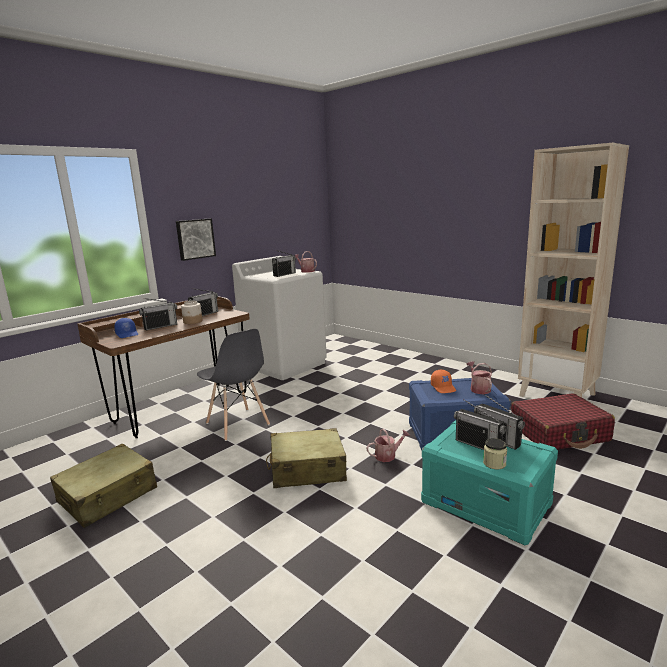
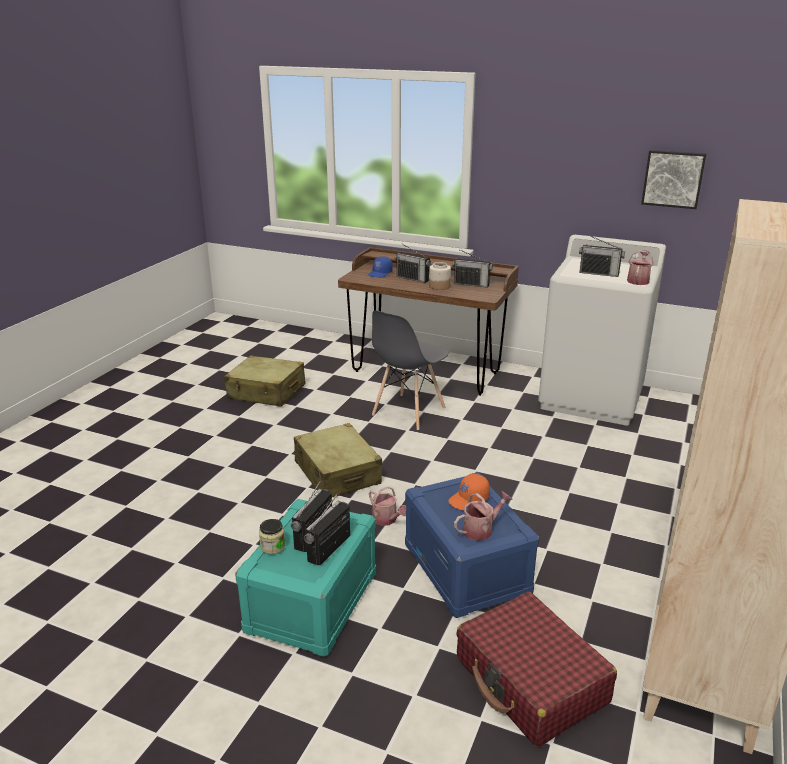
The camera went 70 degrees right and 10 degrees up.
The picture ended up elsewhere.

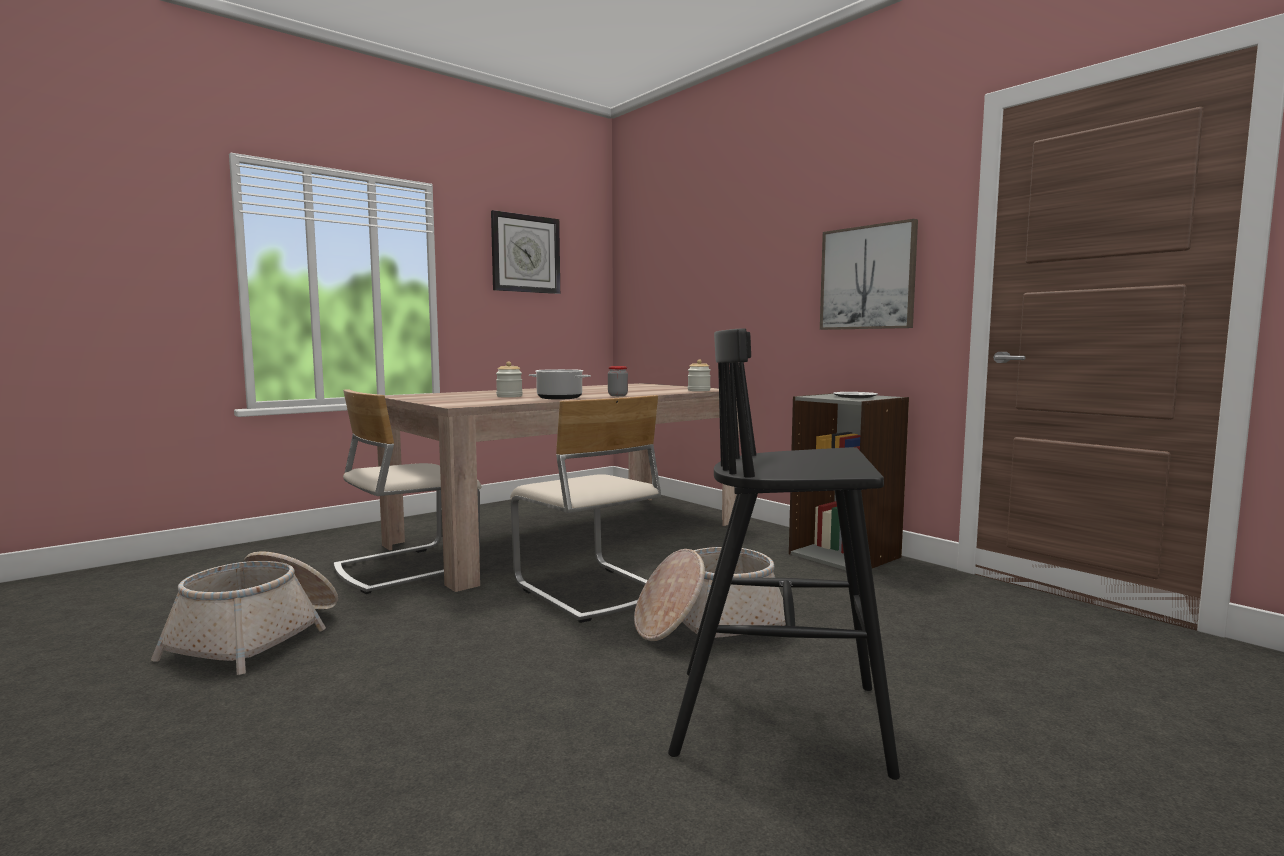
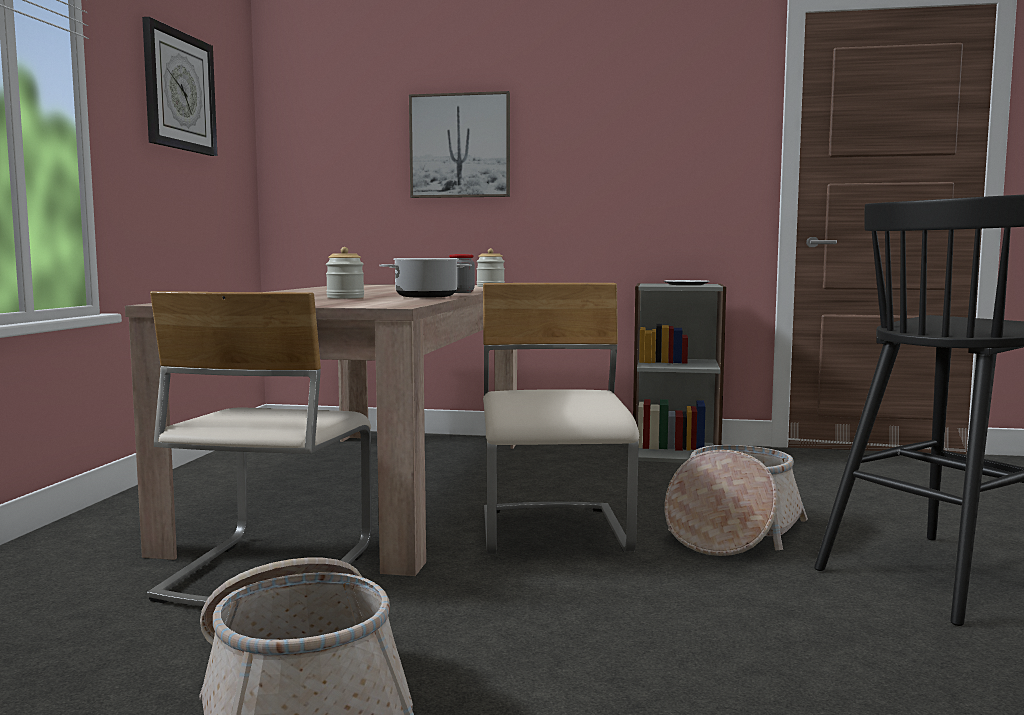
The camera went 40 degrees left and 0 degrees up.
The beige_chair (2nd from left) ended up facing another way, 105 degrees counterclockwise from before.
The picture ended up elsewhere.

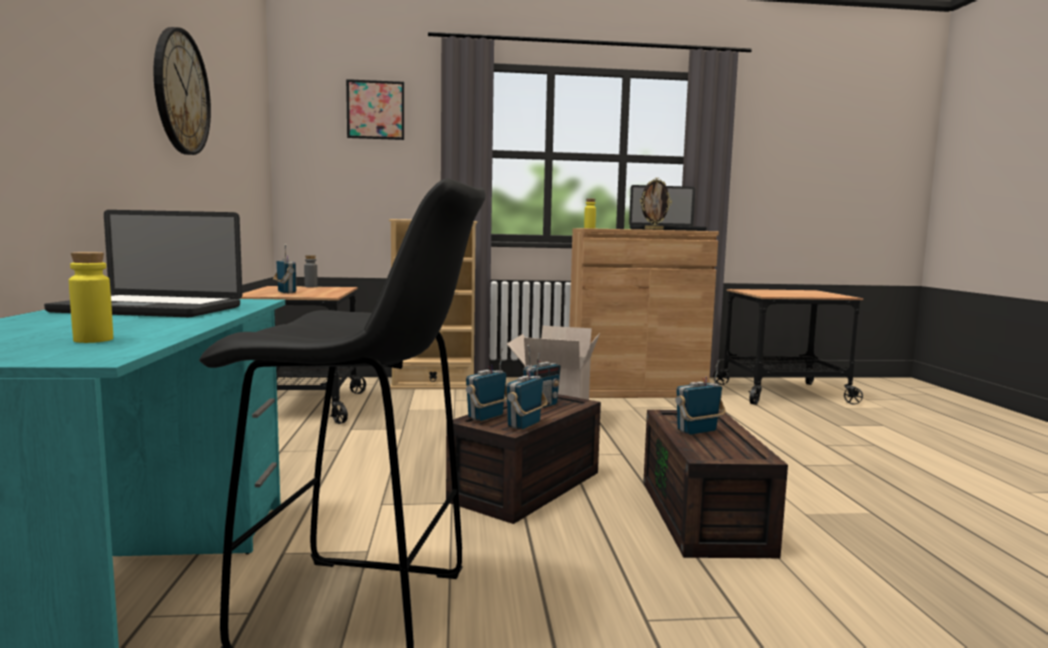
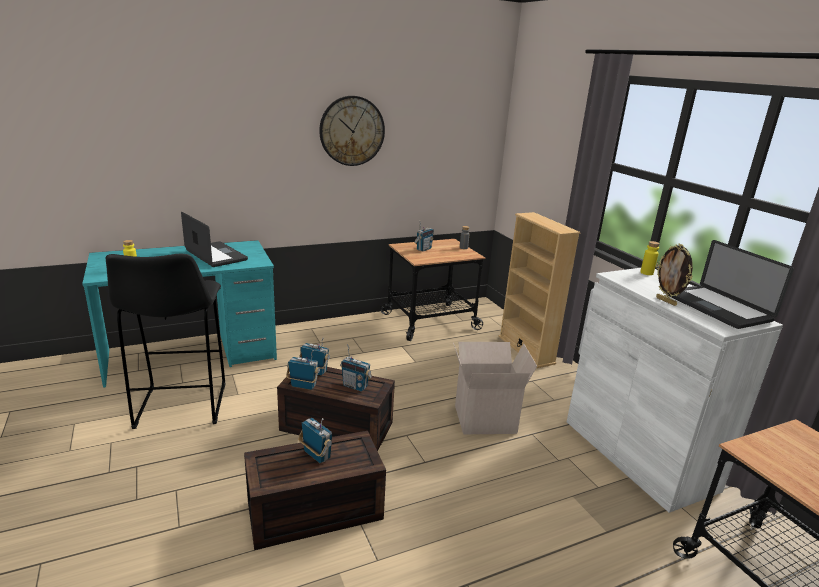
The camera went 70 degrees right and 15 degrees up.
The laptop (1st from left) ended up facing another way, 150 degrees clockwise from before.
The second view lost the picture.
What was the brown_storage_cabinet turned into the white-coloured_storage_cabinet.

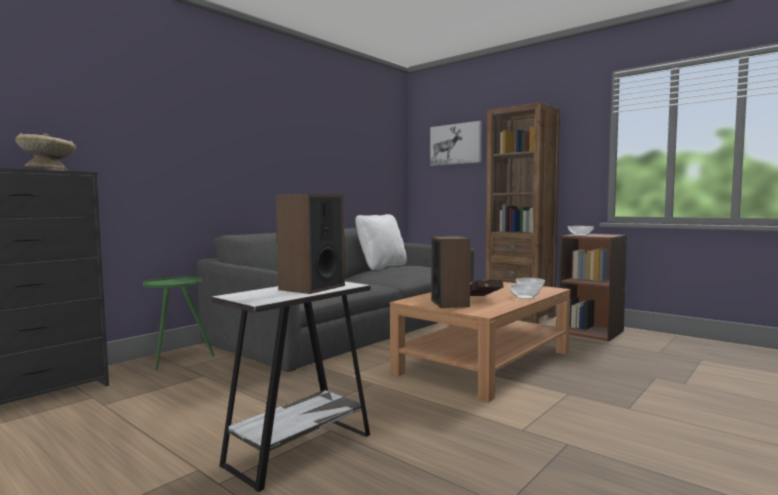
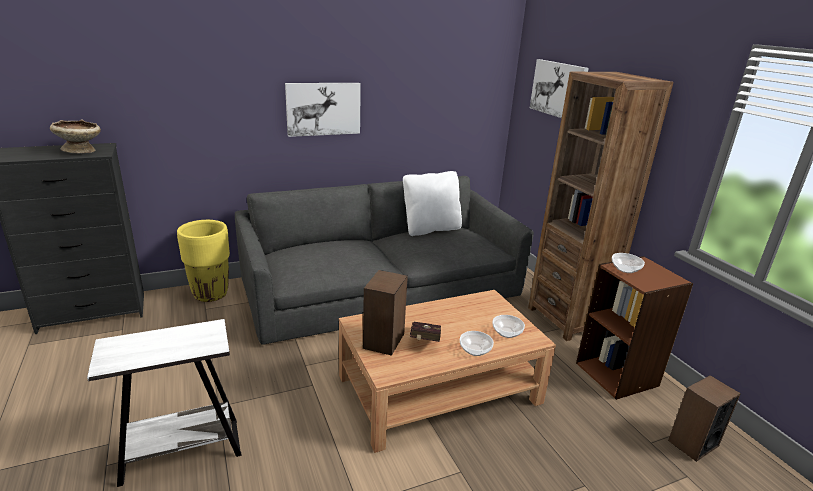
The camera went 25 degrees right and 20 degrees up.
Where the green_side_table stood, the yellowish_planter came to stand.
The audio_speaker (1st from left in the first image) ended up elsewhere.
The second view gained the picture (1st from left).

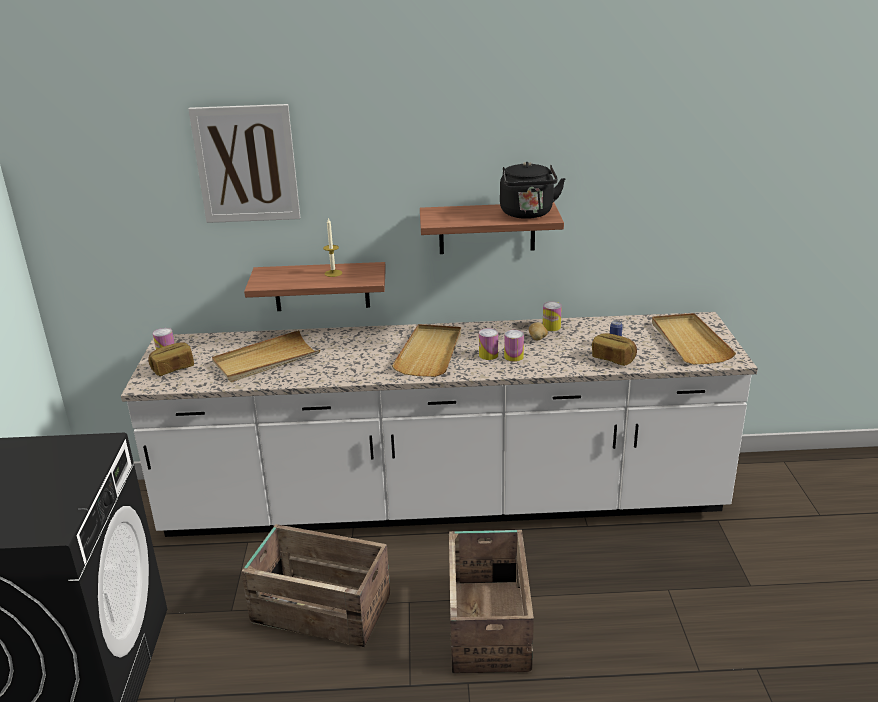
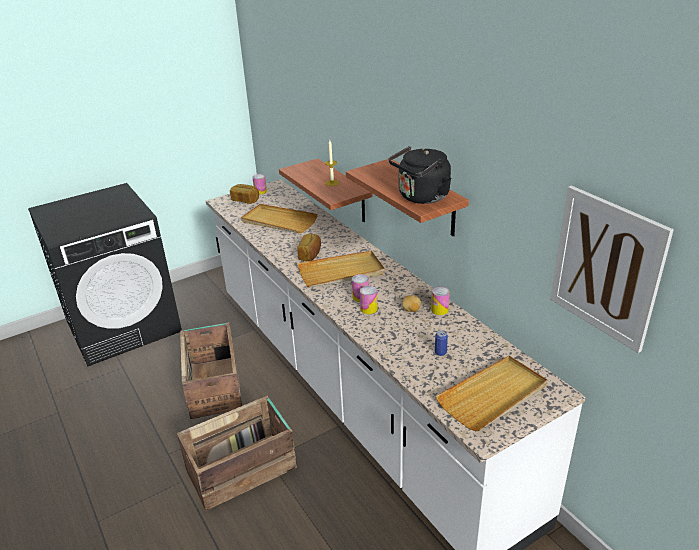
The camera went 60 degrees right and 5 degrees up.
The picture ended up elsewhere.
The baked_bread (2nd from left) ended up elsewhere.

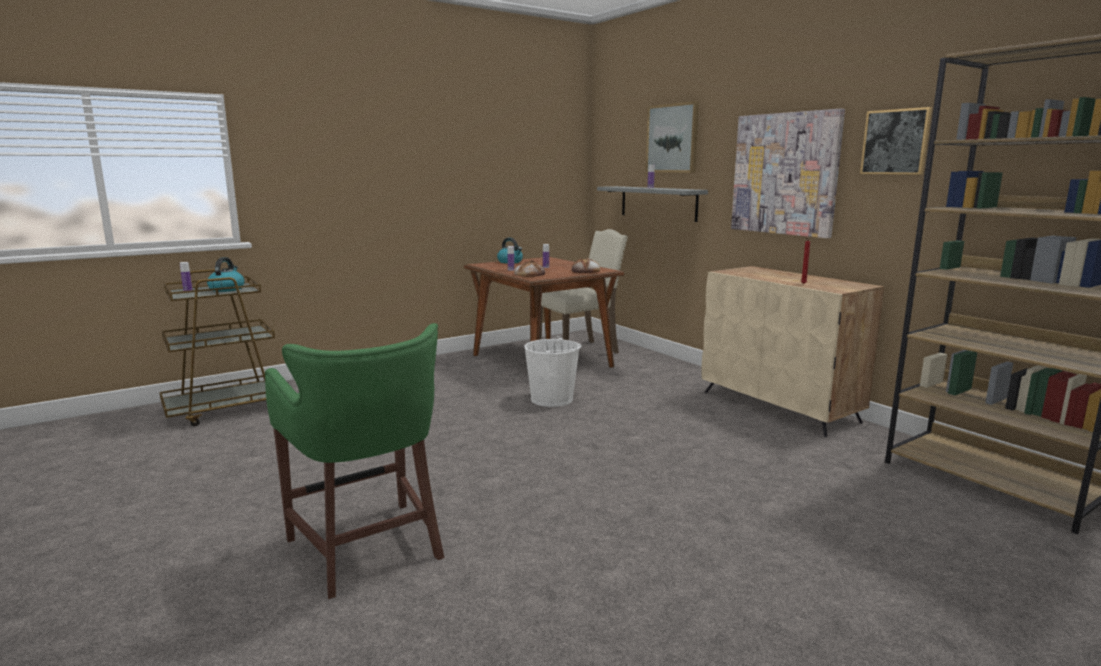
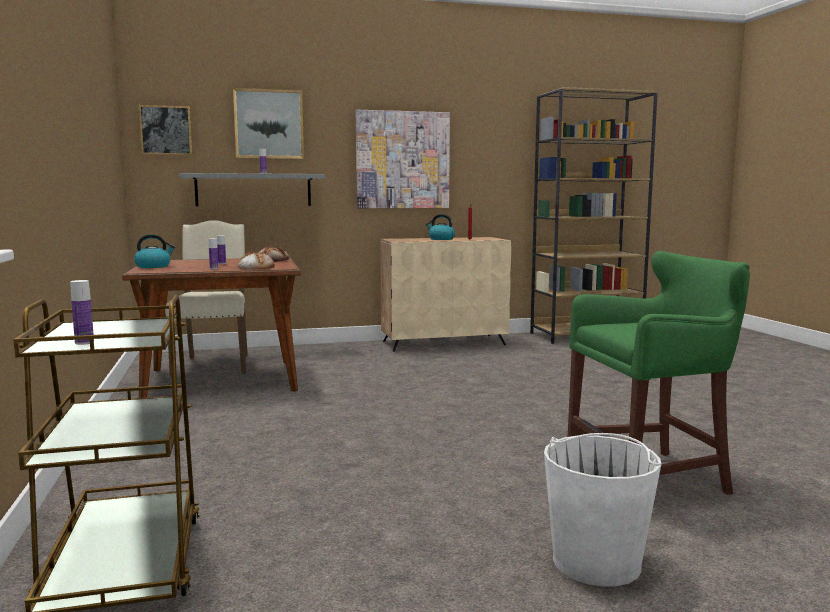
The camera went 70 degrees left and 5 degrees down.
The water_kettle (1st from left in the first image) ended up elsewhere.
The white-coloured_bucket ended up elsewhere.
The picture (3rd from left in the first image) ended up elsewhere.

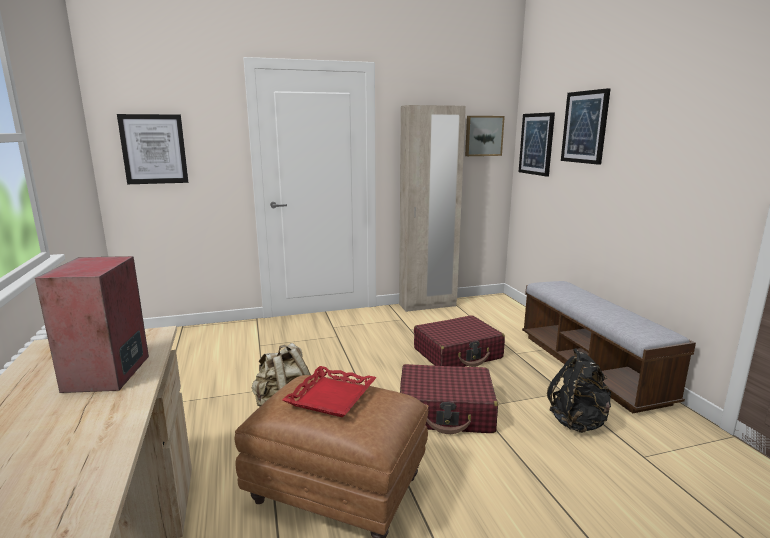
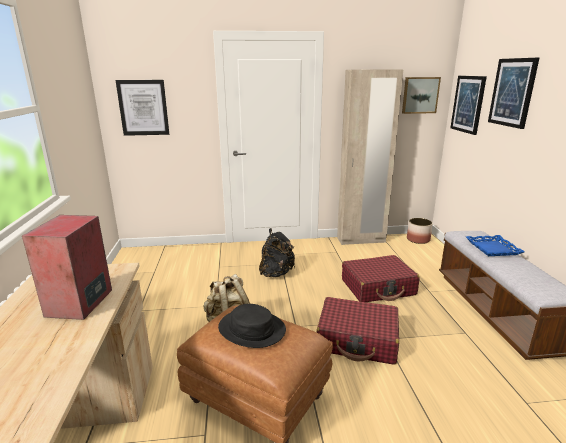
The camera went 10 degrees right and 5 degrees up.
Where the reddish_carrying_tray stood, the black_clothing_hat came to stand.
The black_rucksack ended up elsewhere.
The second view gained the planter.
The second view gained the bluish_carrying_tray.

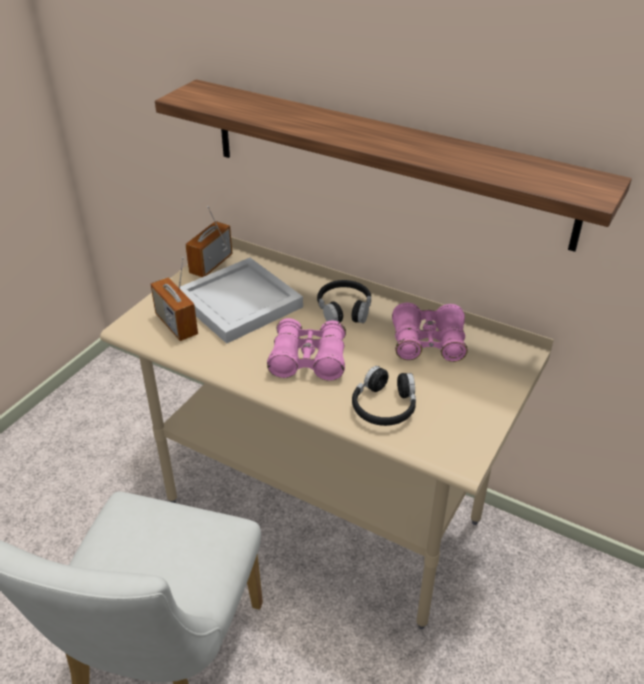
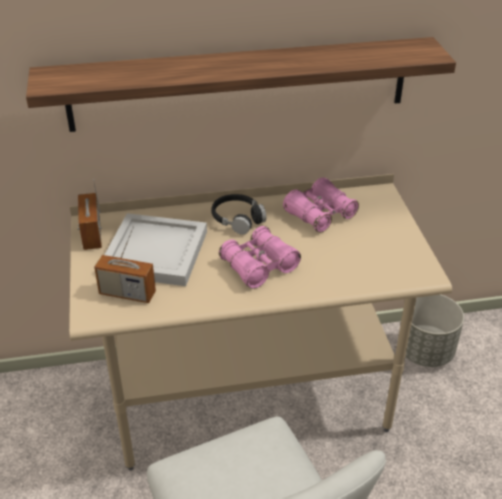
The camera went 40 degrees left and 0 degrees up.
The second view lost the black_pair_of_headphones (2nd from left).
The second view gained the gray_planter.

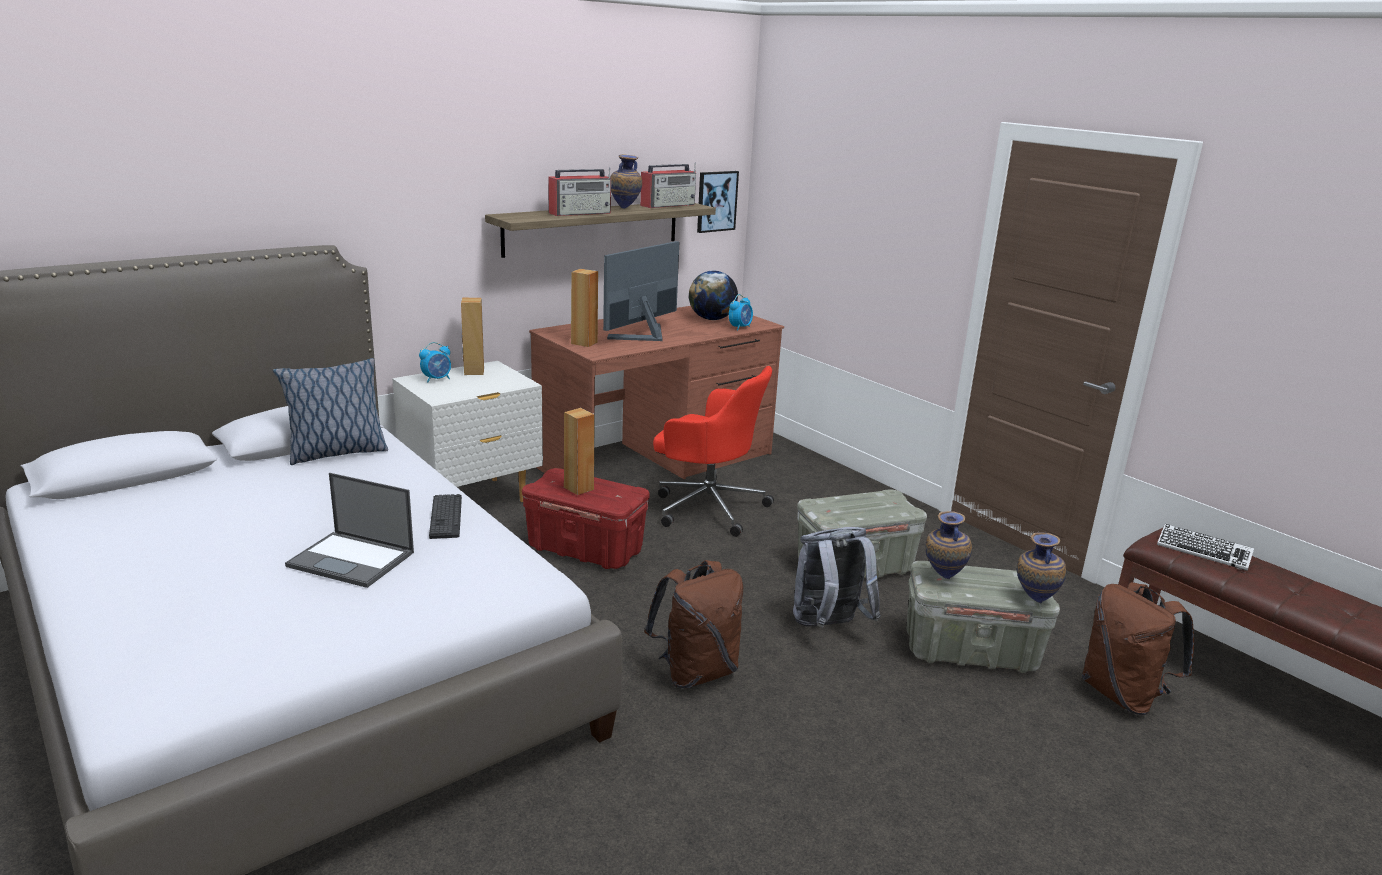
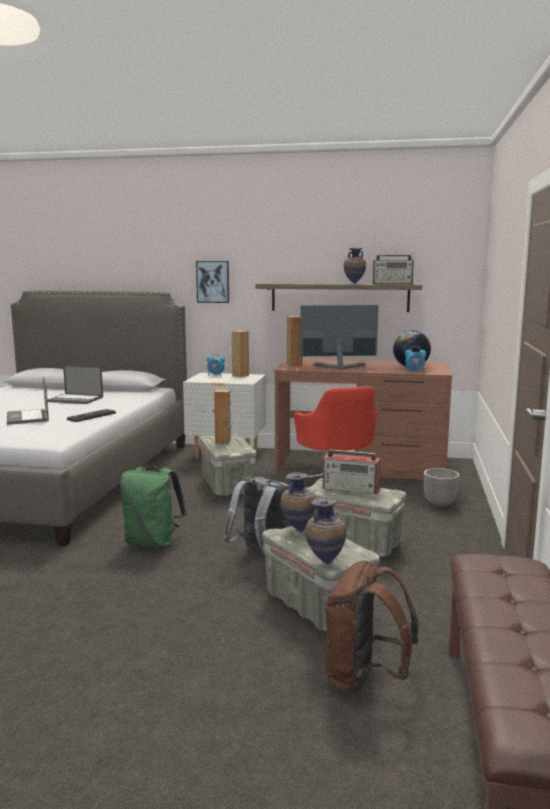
The camera went 50 degrees right and 10 degrees down.
The second view lost the cushion.
What was the reddish_storage_box turned into the gray_storage_box (1st from left).
The radio_set (1st from left) ended up elsewhere.
What was the brown_rucksack (1st from left) turned into the green_rucksack.
The picture ended up elsewhere.
The second view lost the PC_keyboard (2nd from left).
The second view gained the laptop (2nd from left).
The second view gained the planter.

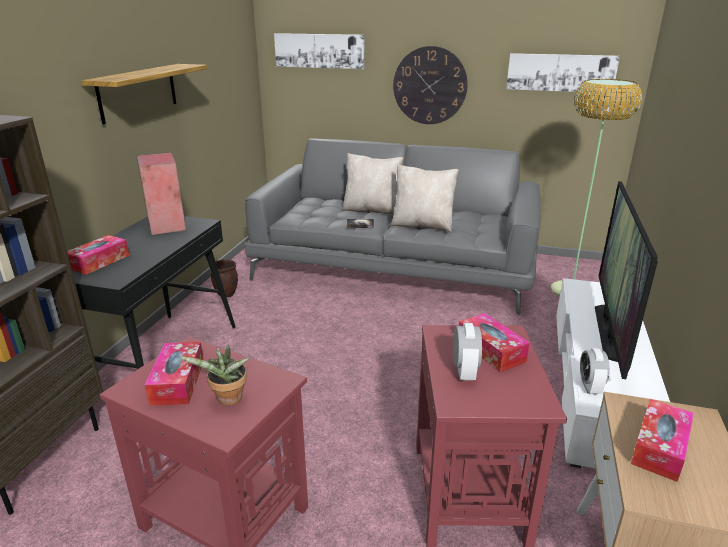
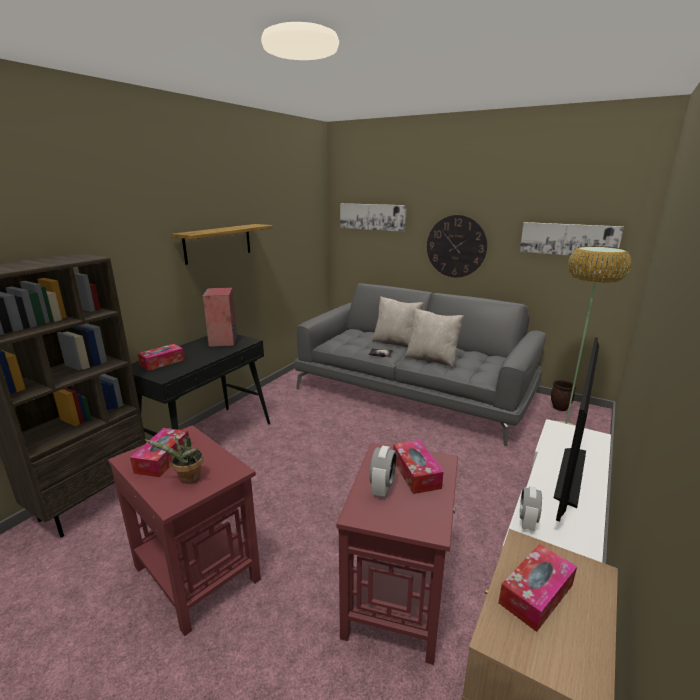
The camera went 15 degrees right and 5 degrees down.
The brown_planter ended up elsewhere.

